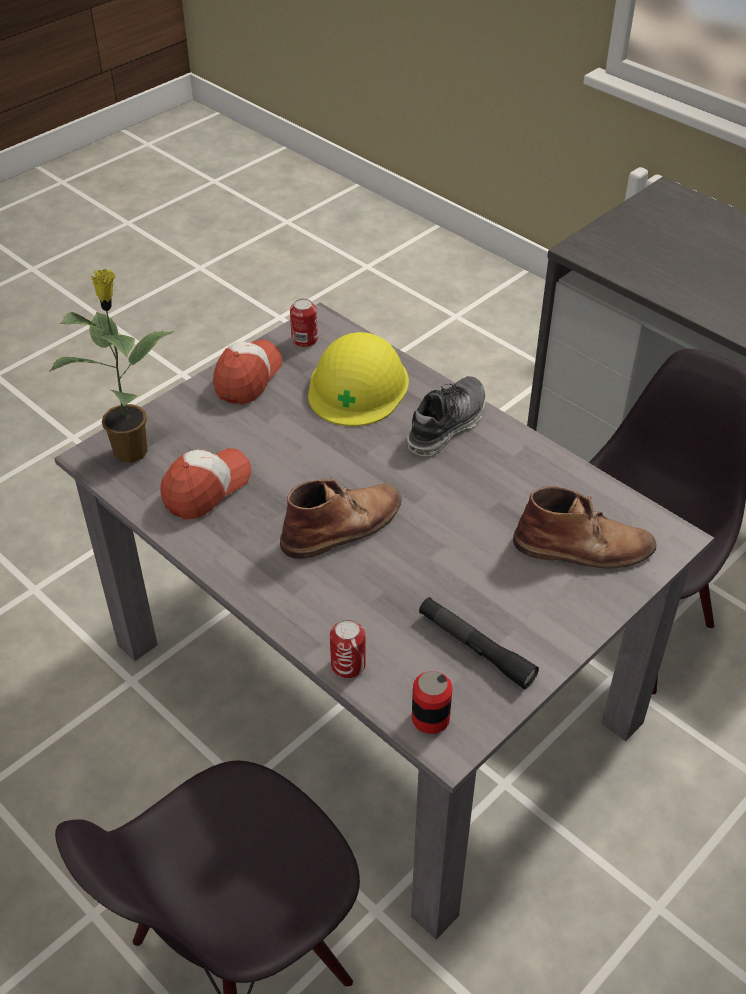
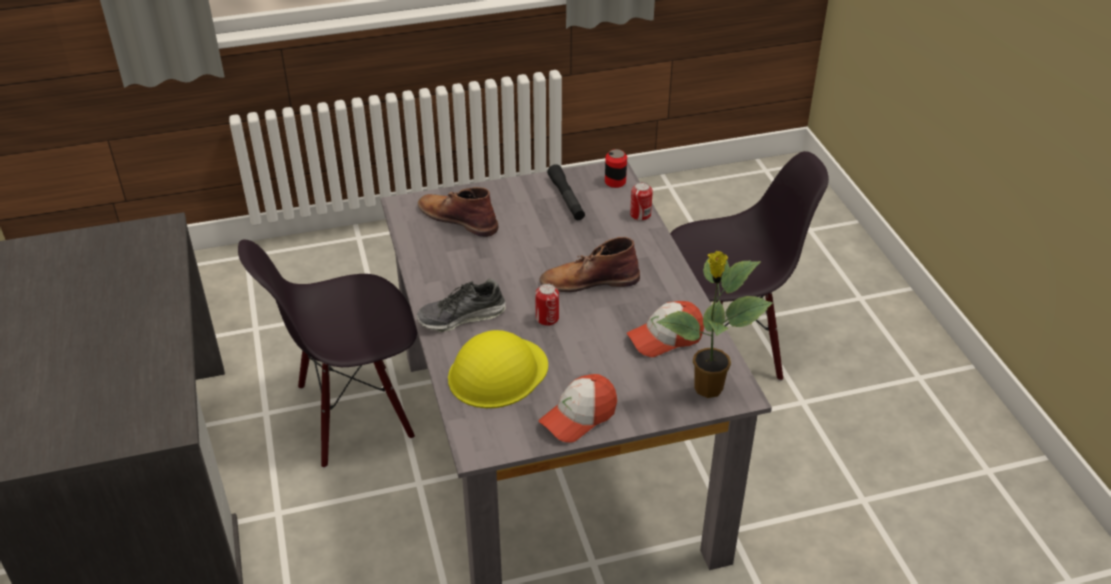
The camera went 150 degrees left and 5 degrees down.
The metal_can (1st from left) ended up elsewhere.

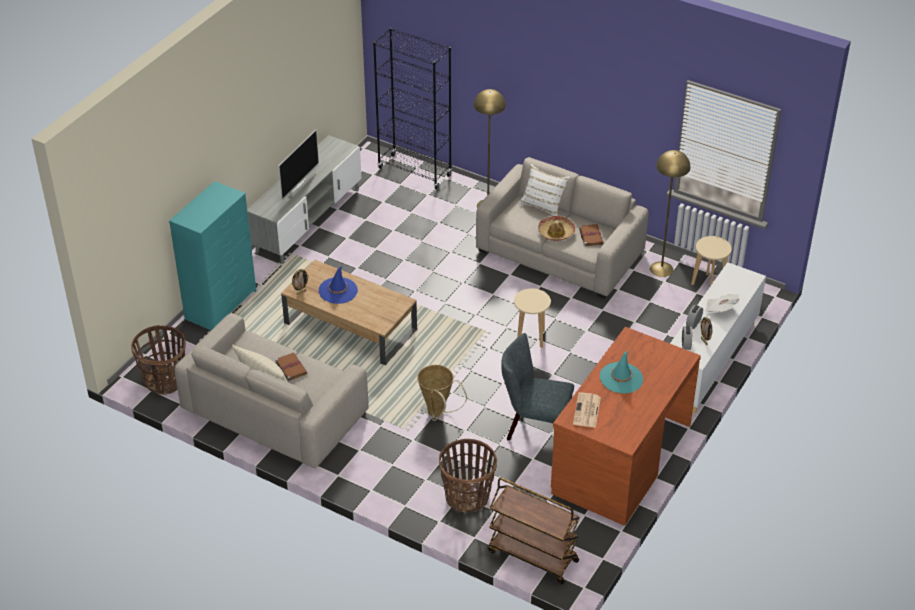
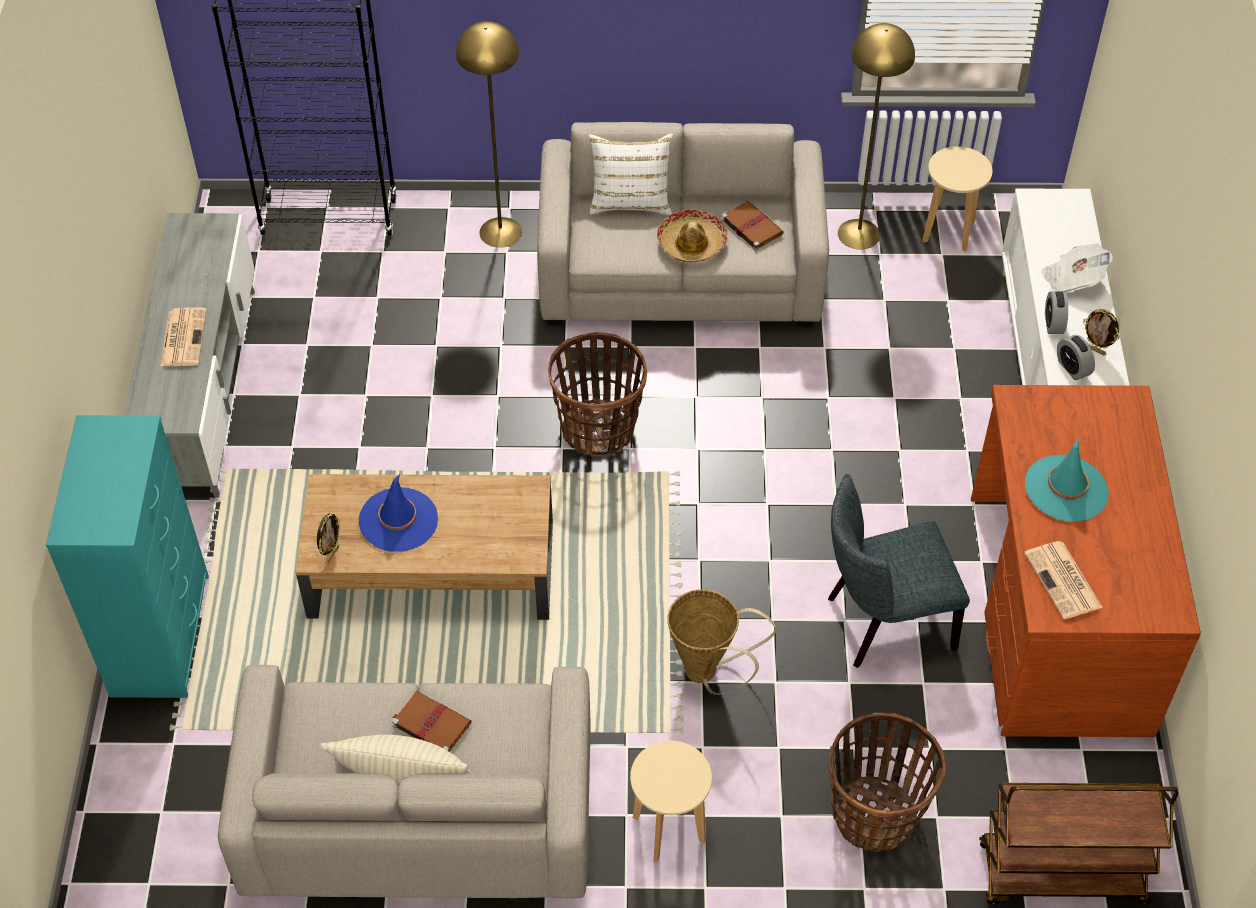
The camera went 30 degrees left and 10 degrees up.
The storage_basket (1st from left) ended up elsewhere.
Where the television stood, the newspaper (1st from left) came to stand.
The beige_stool (1st from left) ended up elsewhere.

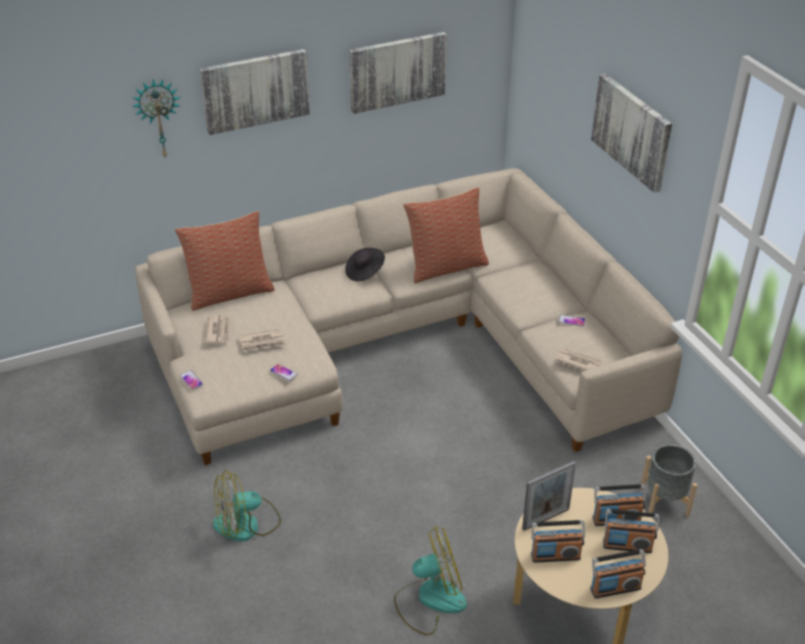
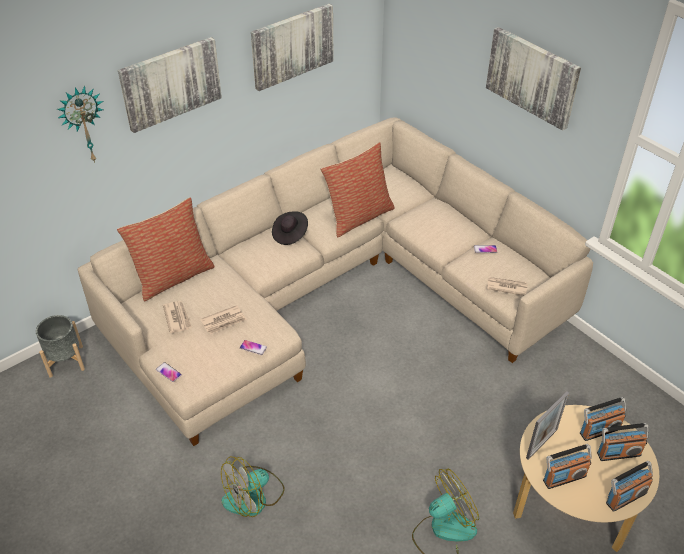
The camera went 15 degrees left and 5 degrees up.
The gray_planter ended up elsewhere.

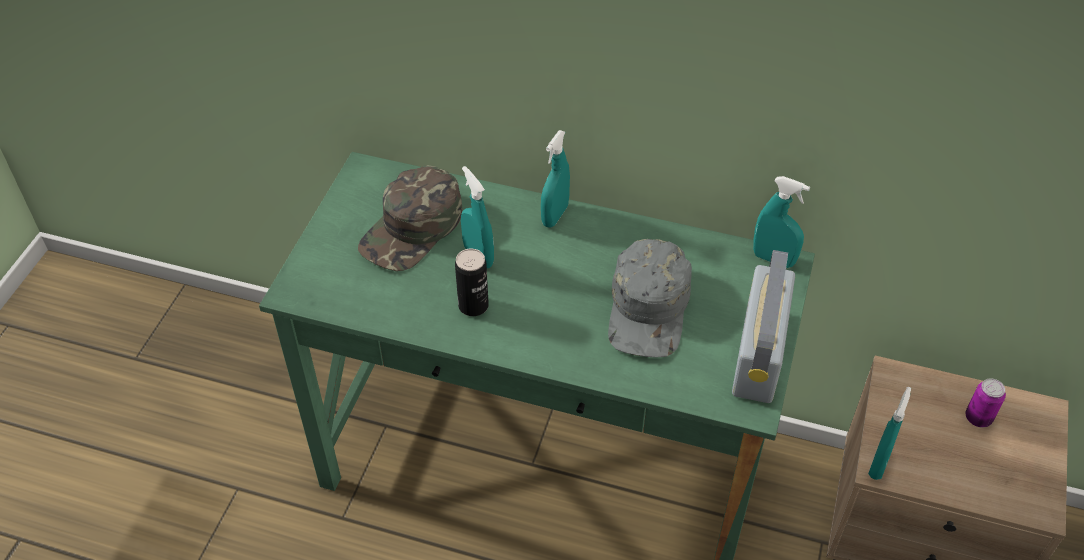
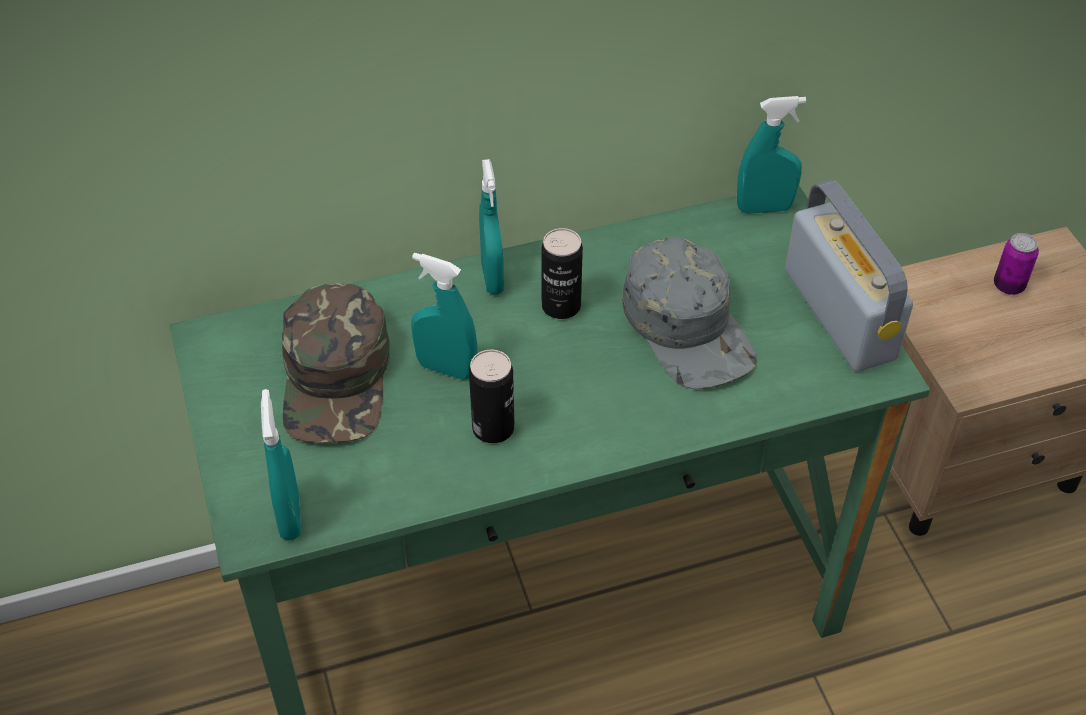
The camera went 35 degrees left and 0 degrees up.
The blue-green_sprayer (4th from left in the first image) ended up elsewhere.
The second view gained the metal_can (2nd from left).

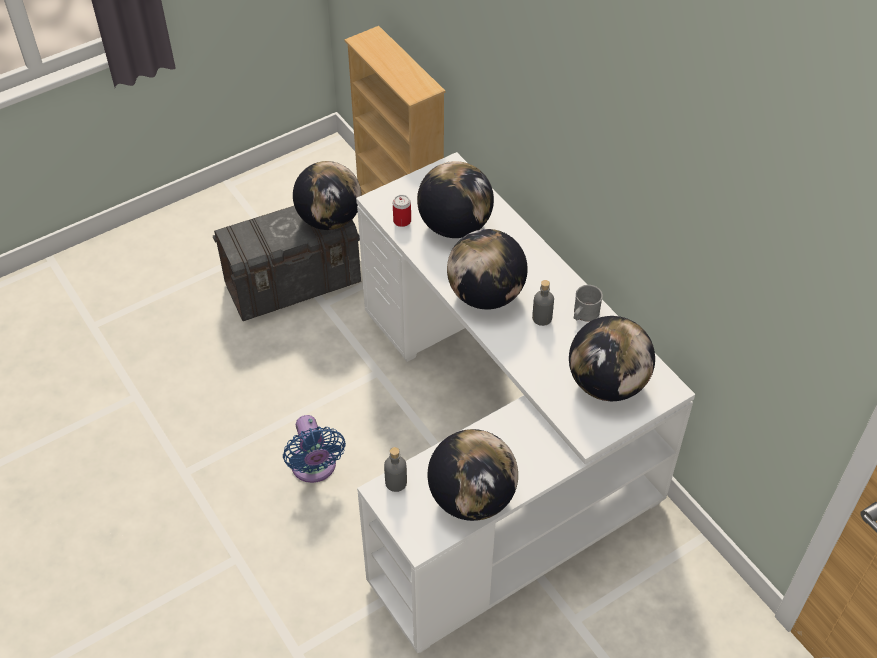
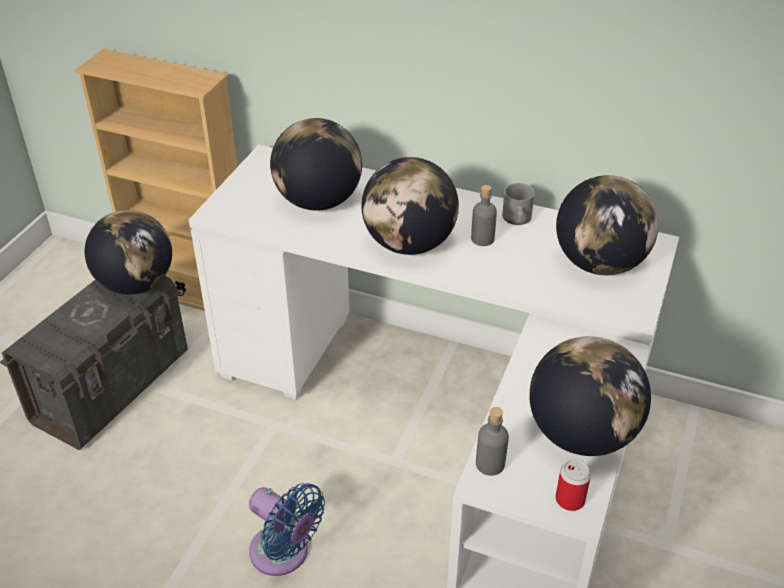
The camera went 35 degrees left and 10 degrees down.
The metal_can ended up elsewhere.

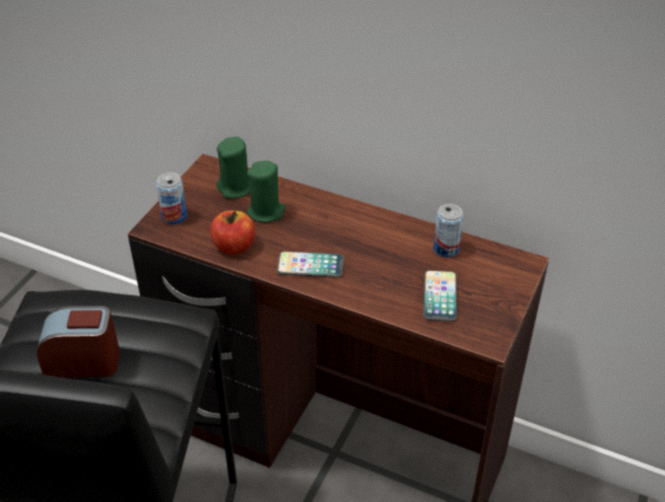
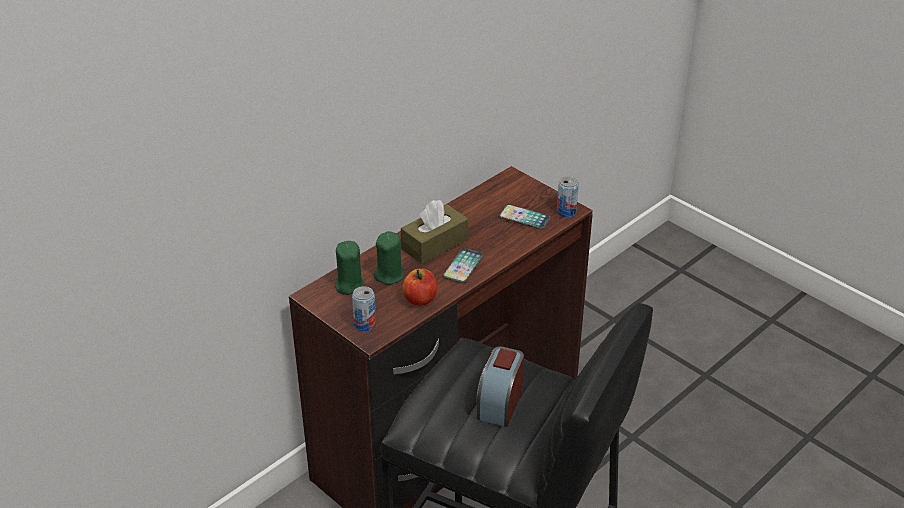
The camera went 70 degrees left and 5 degrees down.
The metal_can (2nd from left) ended up elsewhere.
The second view gained the brown_box_of_tissues.

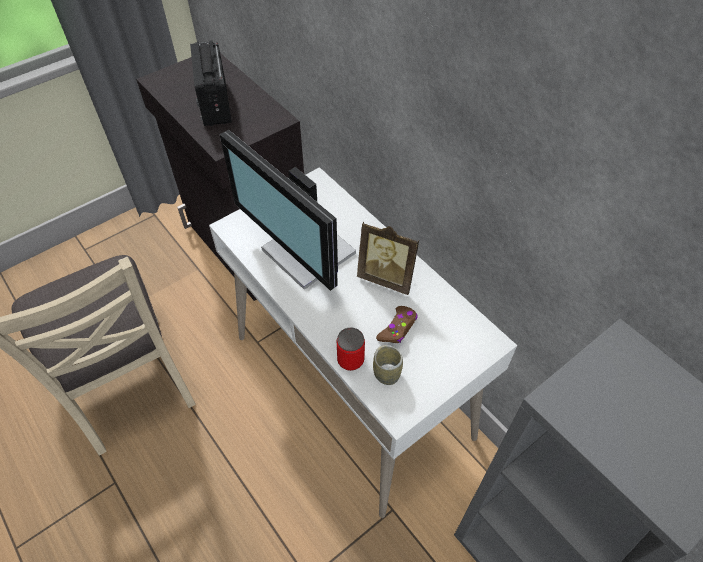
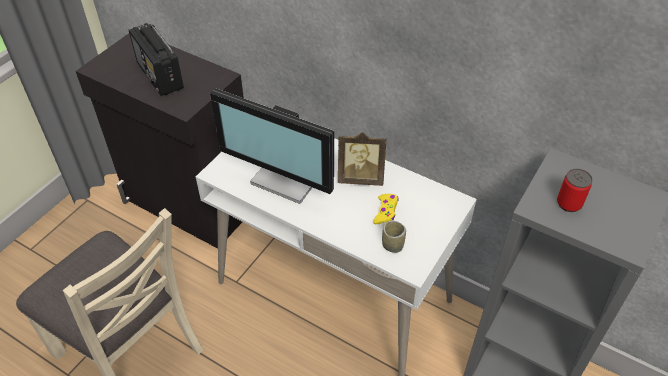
The camera went 20 degrees left and 5 degrees down.
The metal_can ended up elsewhere.
What was the brown_joypad turned into the yellowish_joypad.

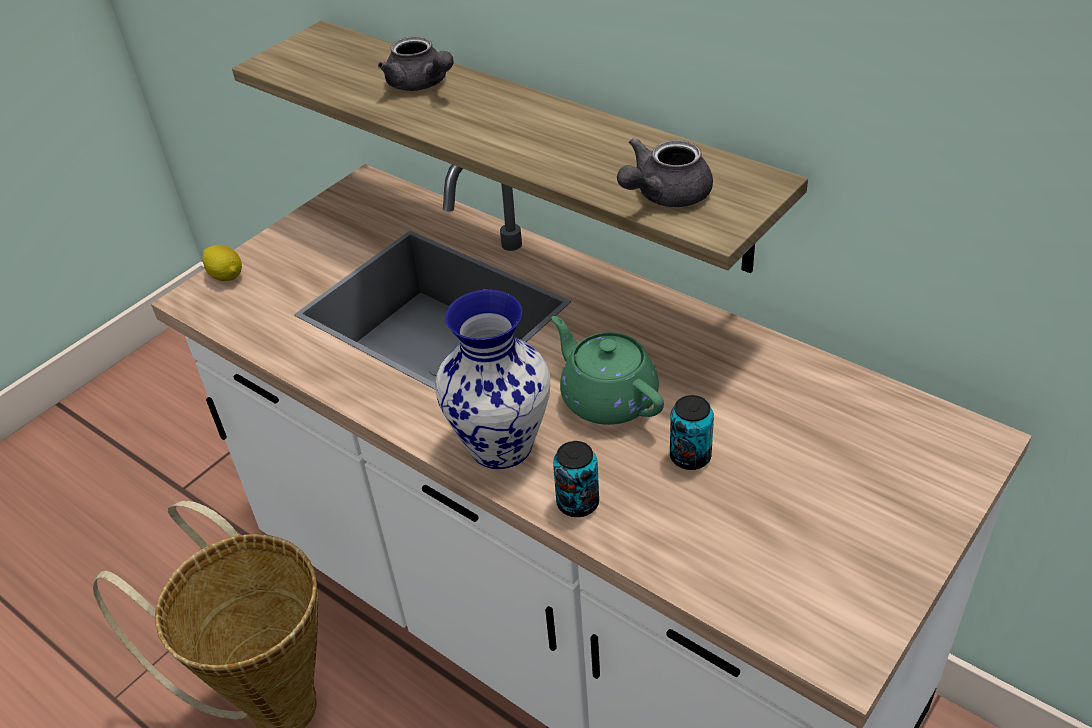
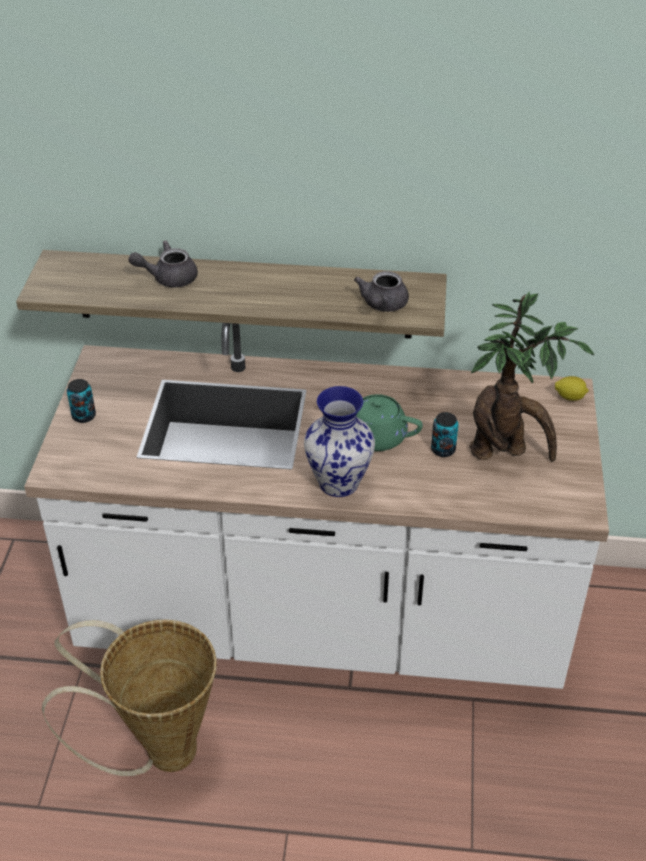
The camera went 35 degrees left and 0 degrees up.
The whole_lemon ended up elsewhere.
The gray_teapot (1st from left) ended up facing another way, 150 degrees clockwise from before.
The metal_can (1st from left) ended up elsewhere.
The second view gained the plant_in_a_pot.

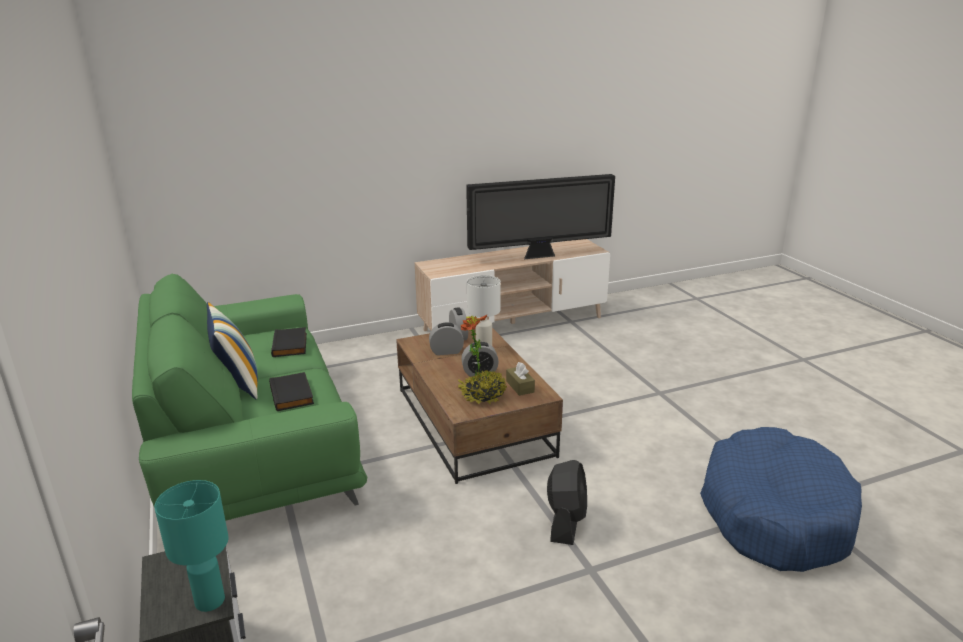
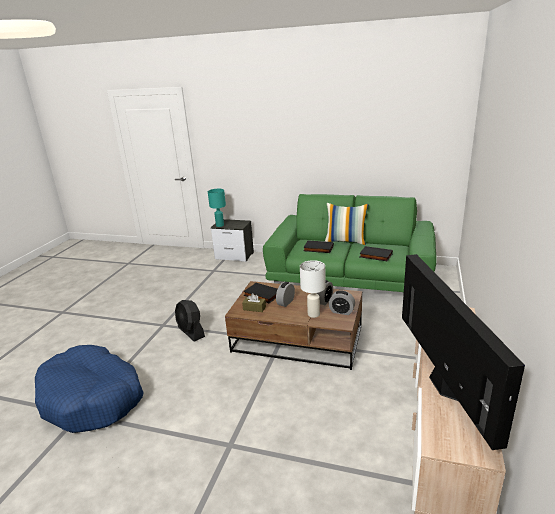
The camera went 130 degrees right and 0 degrees up.
Where the plant_in_a_pot stood, the black_book (1st from left) came to stand.
The television ended up facing another way, 150 degrees clockwise from before.

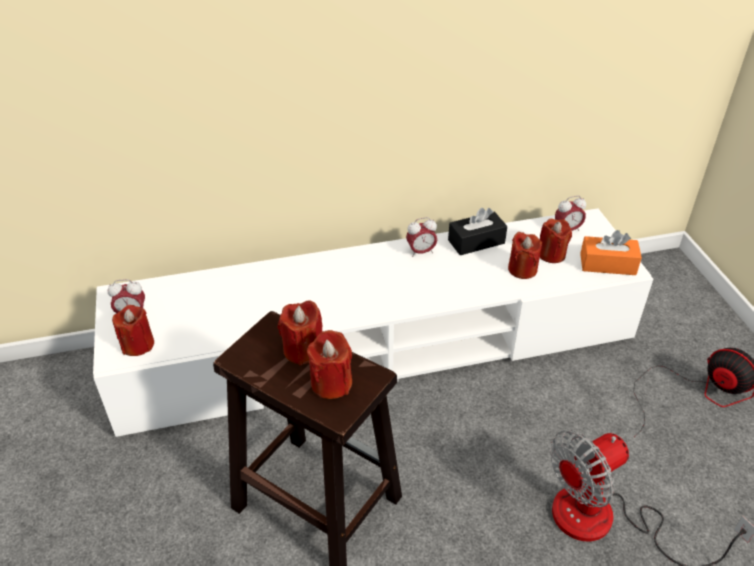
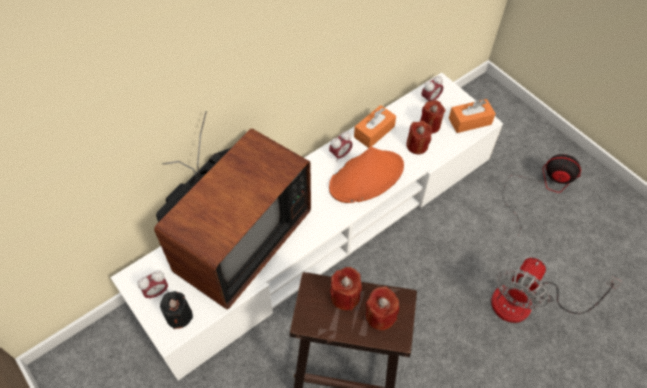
The camera went 25 degrees left and 15 degrees up.
What was the reddish_candle (1st from left) turned into the black_candle.
What was the black_box_of_tissues turned into the orange_box_of_tissues (1st from left).
The second view gained the television.
The second view gained the orange_clothing_hat.

